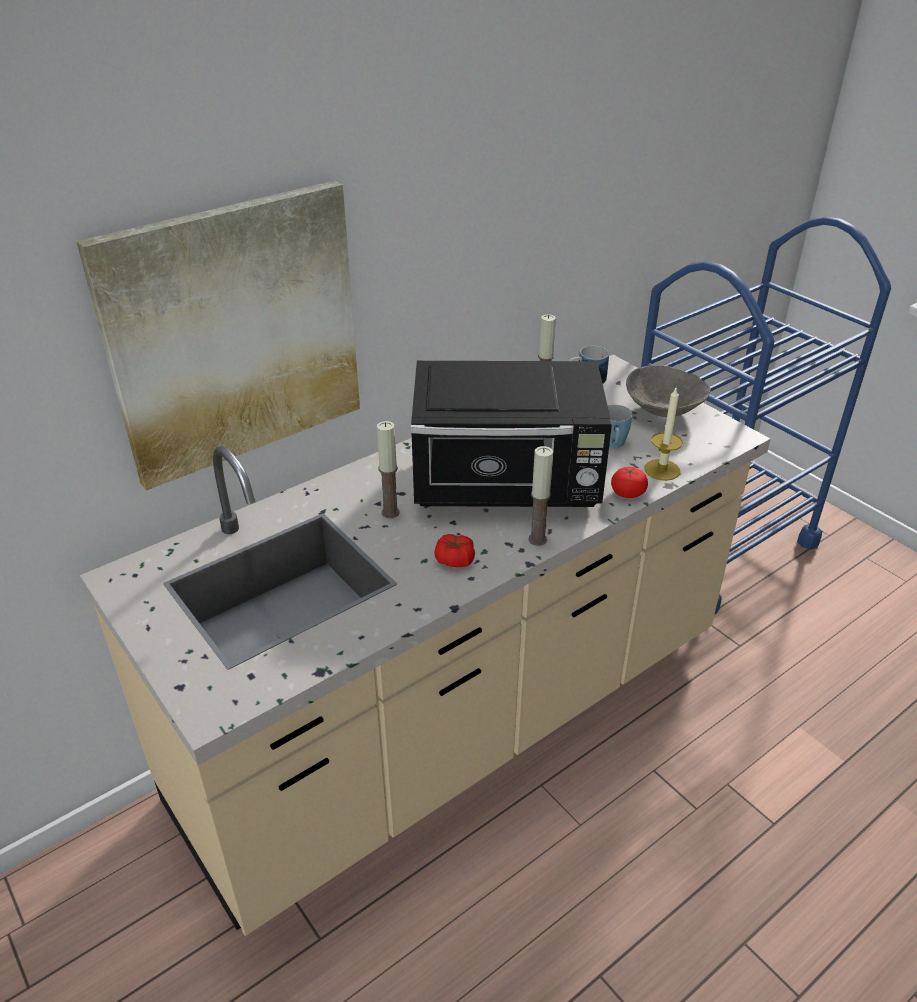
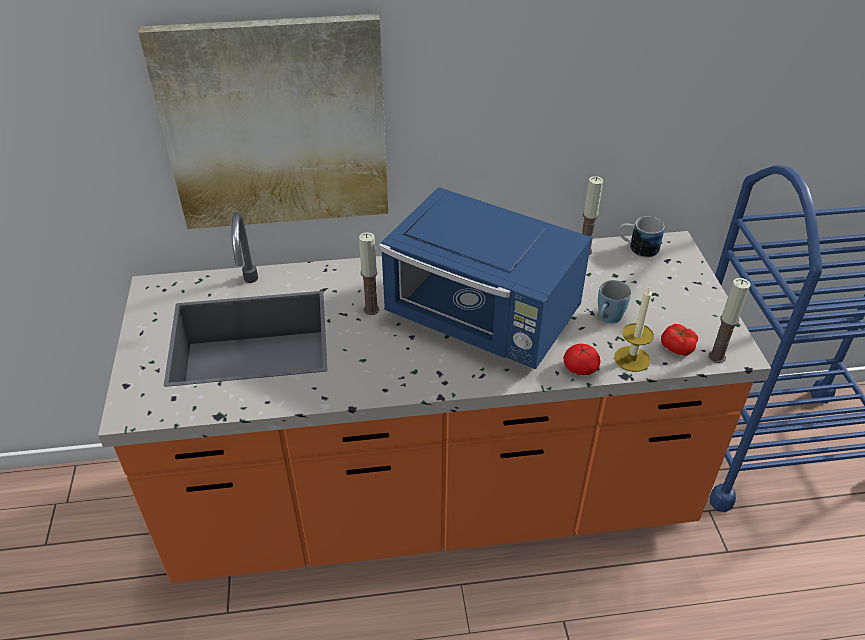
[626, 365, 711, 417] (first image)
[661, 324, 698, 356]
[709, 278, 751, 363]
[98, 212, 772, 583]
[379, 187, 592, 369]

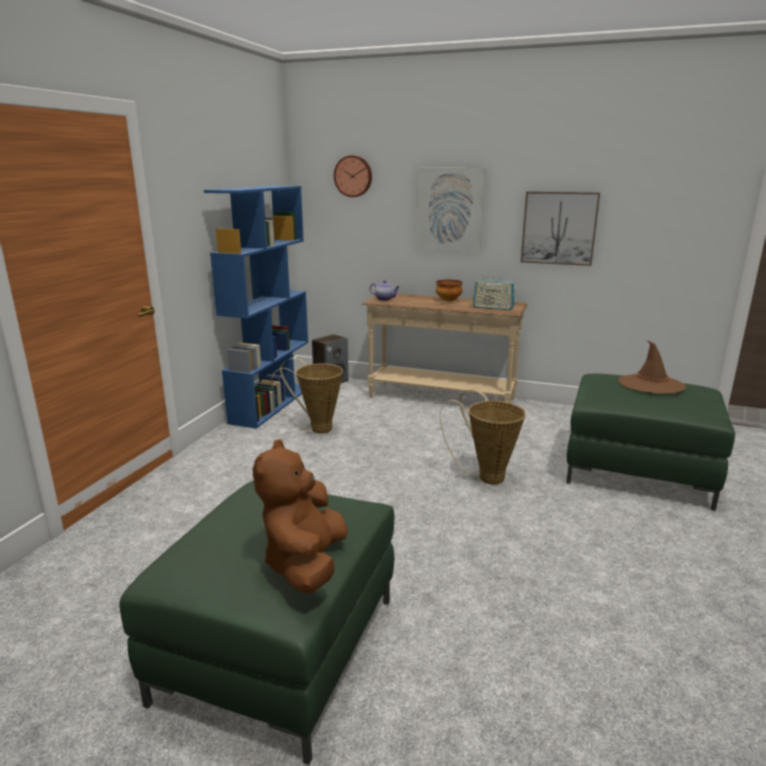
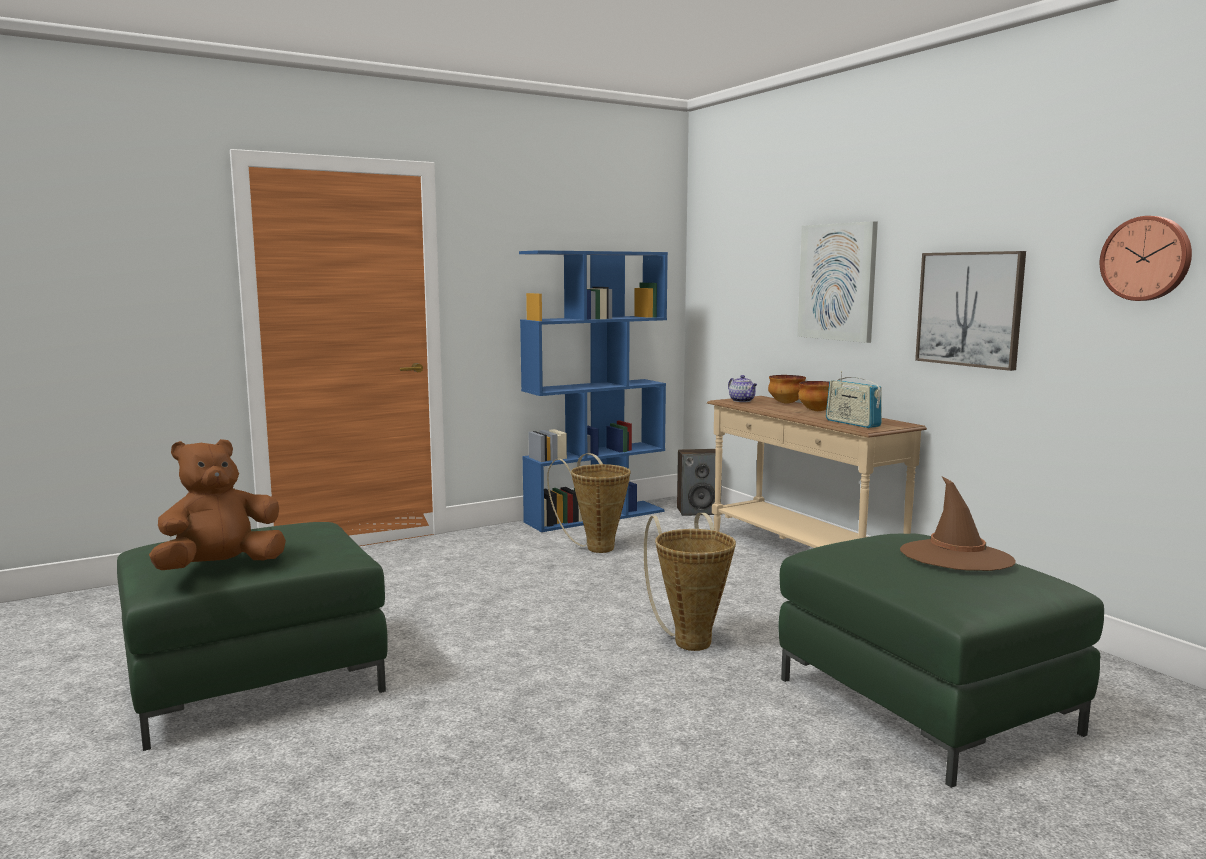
[768, 375, 806, 404]
[1100, 216, 1192, 301]

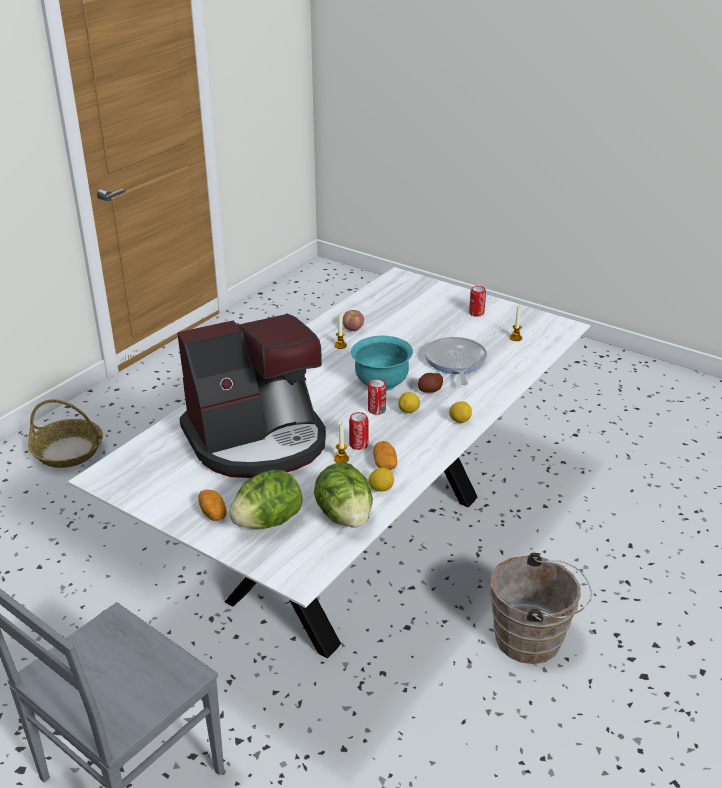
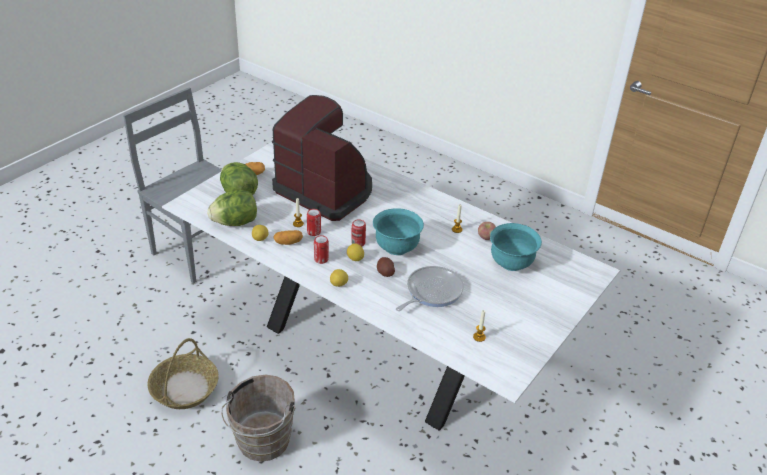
[490, 223, 542, 271]
[147, 338, 219, 409]
[314, 235, 329, 264]
[272, 95, 372, 221]
[396, 266, 464, 311]

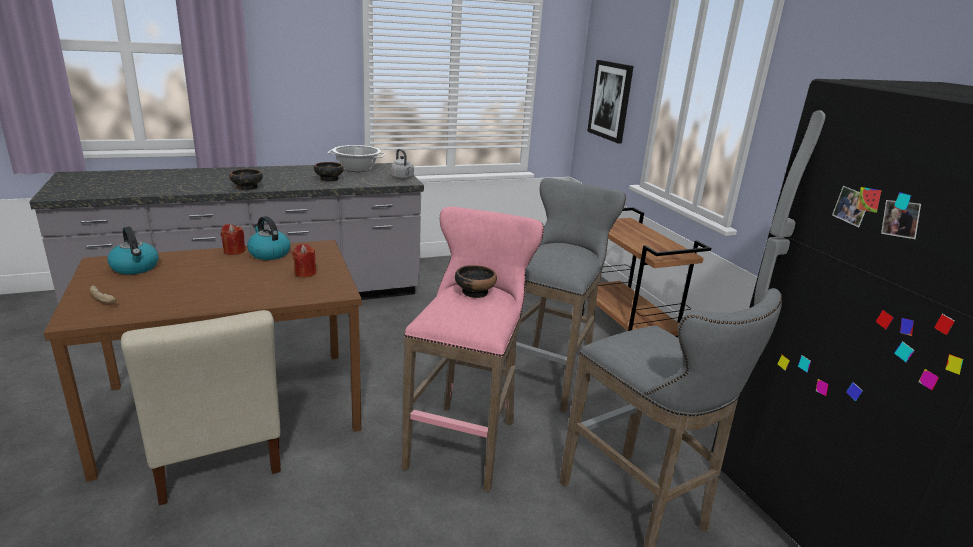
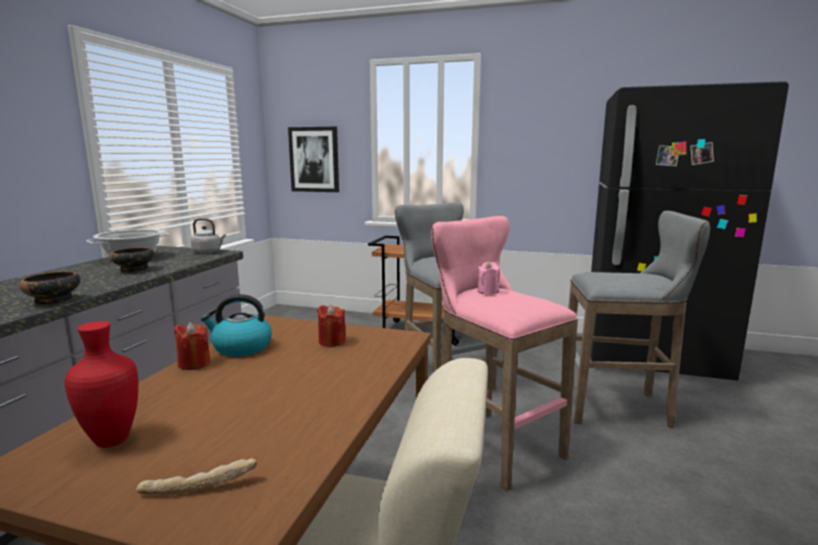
[65, 321, 138, 448]
[478, 261, 500, 295]

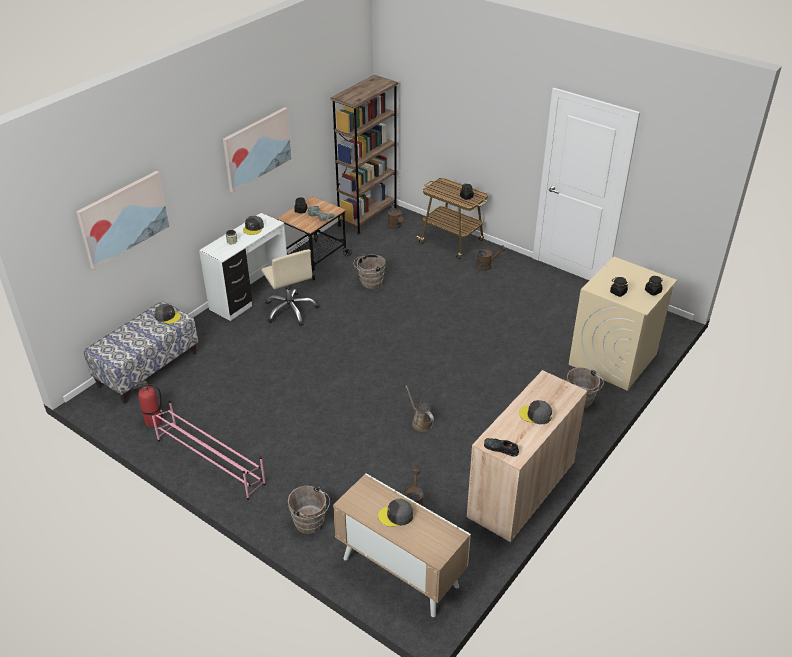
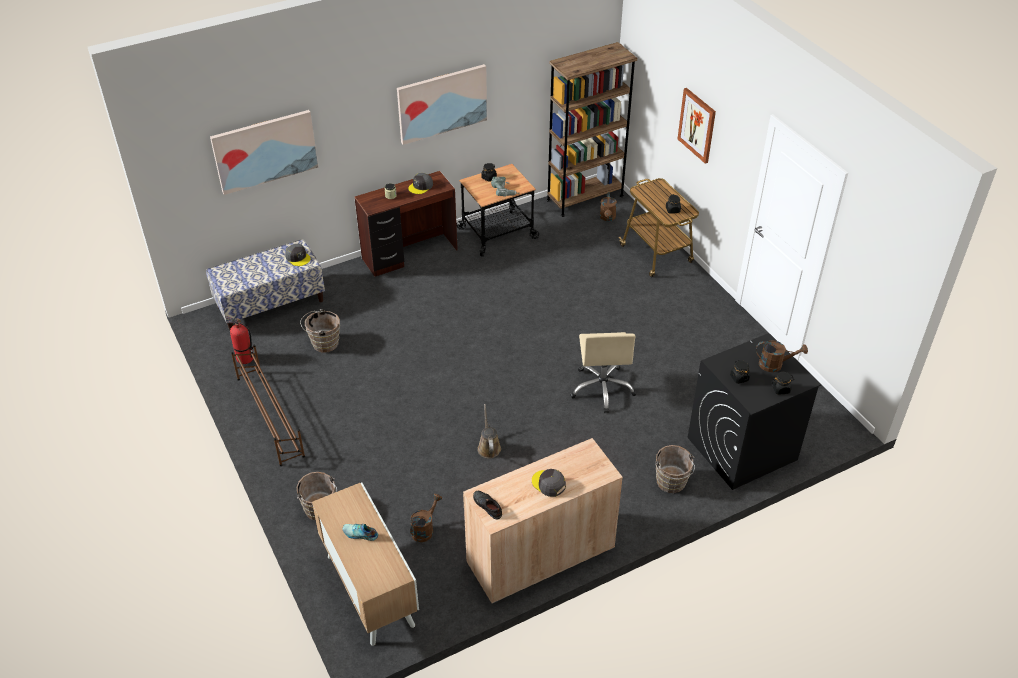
[678, 88, 716, 164]
[570, 332, 637, 413]
[300, 309, 340, 353]
[756, 340, 808, 372]
[342, 524, 378, 541]
[231, 344, 305, 466]
[354, 171, 458, 277]
[688, 333, 822, 490]

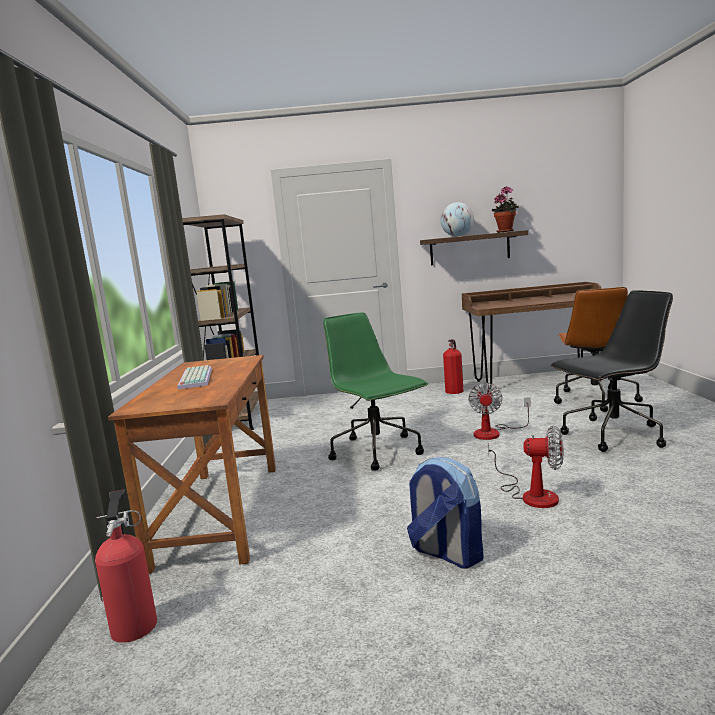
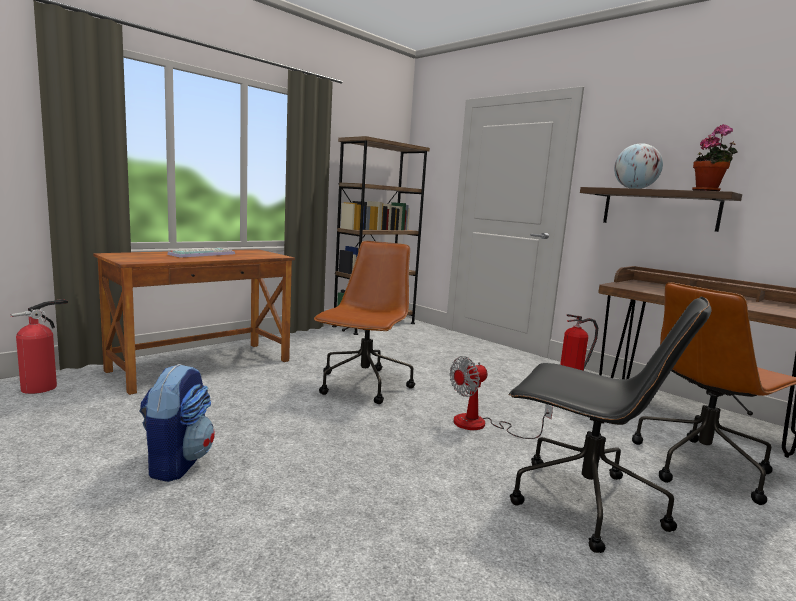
[488, 426, 564, 508] (first image)
[314, 241, 415, 404]

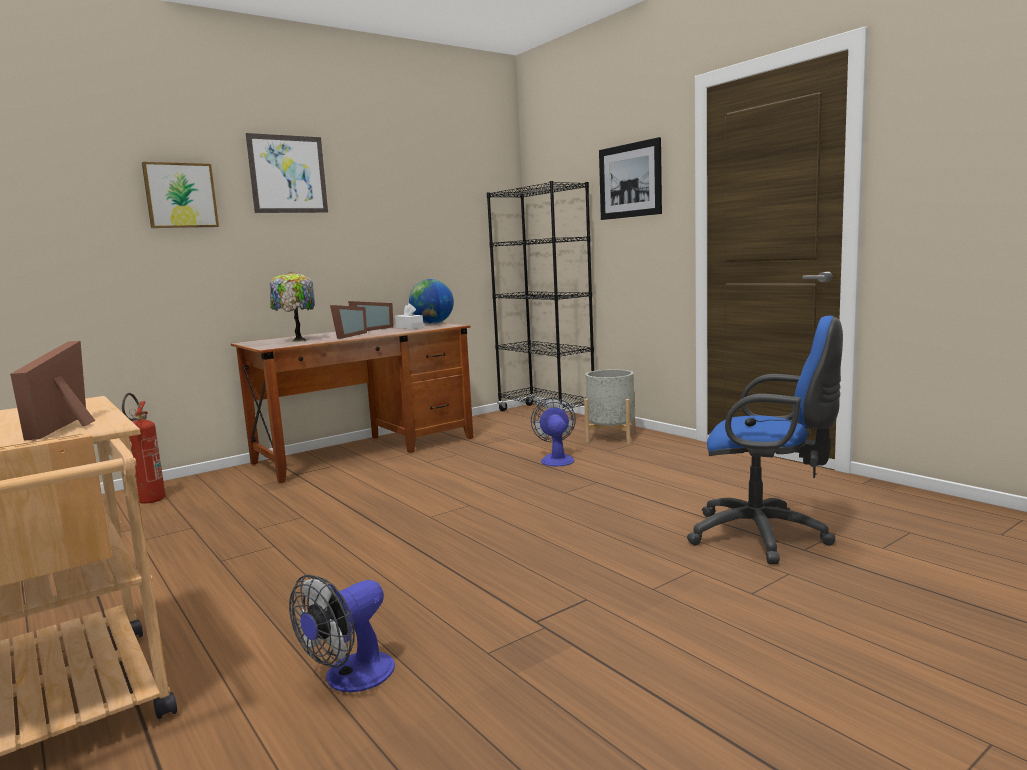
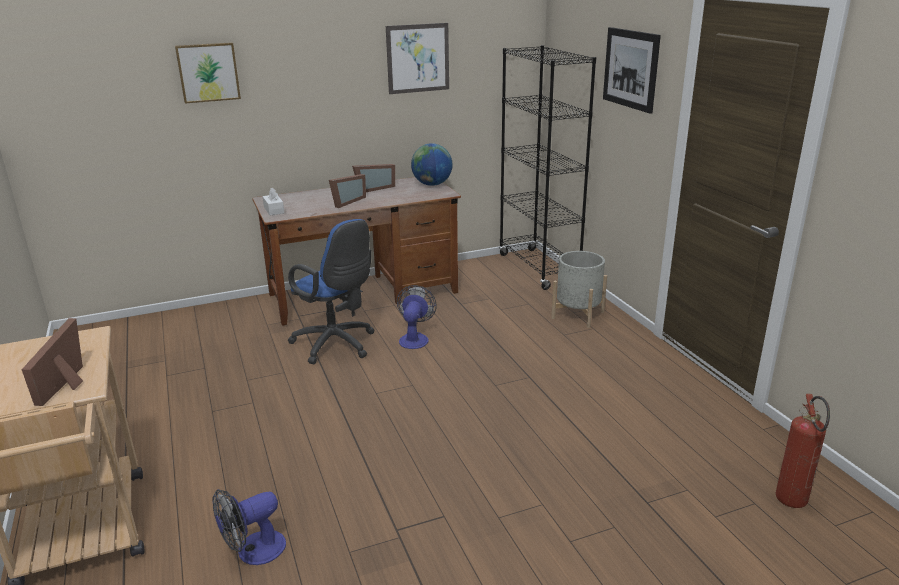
[270, 272, 315, 342] (first image)
[776, 394, 830, 508]
[386, 23, 449, 94]
[263, 187, 284, 216]
[397, 285, 437, 349]
[288, 219, 375, 364]

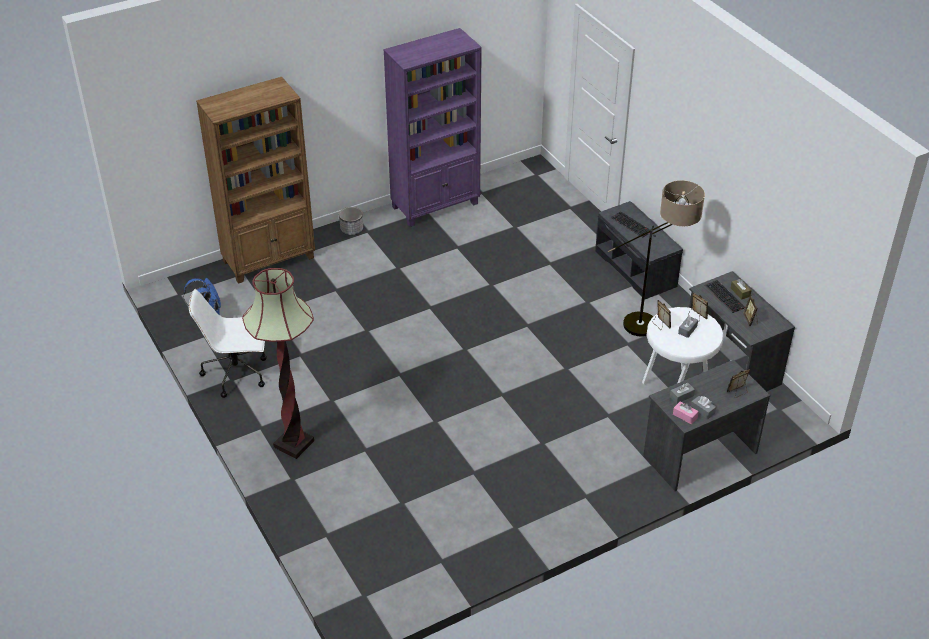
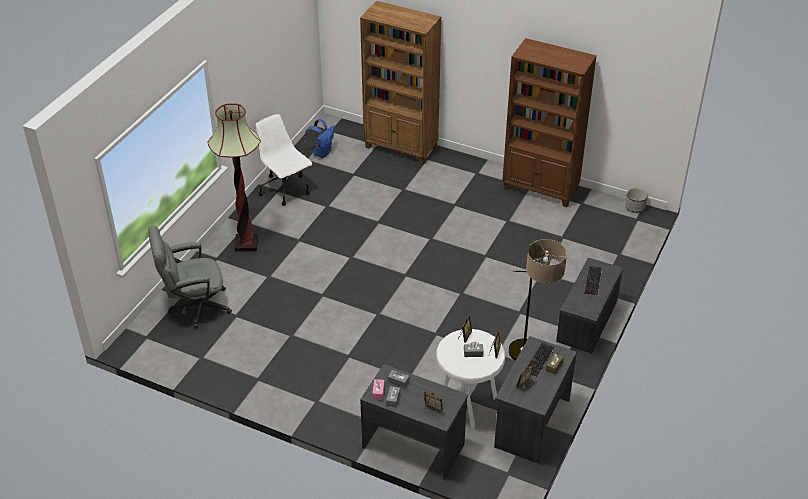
[148, 225, 232, 328]
[625, 188, 648, 213]
[502, 38, 597, 207]

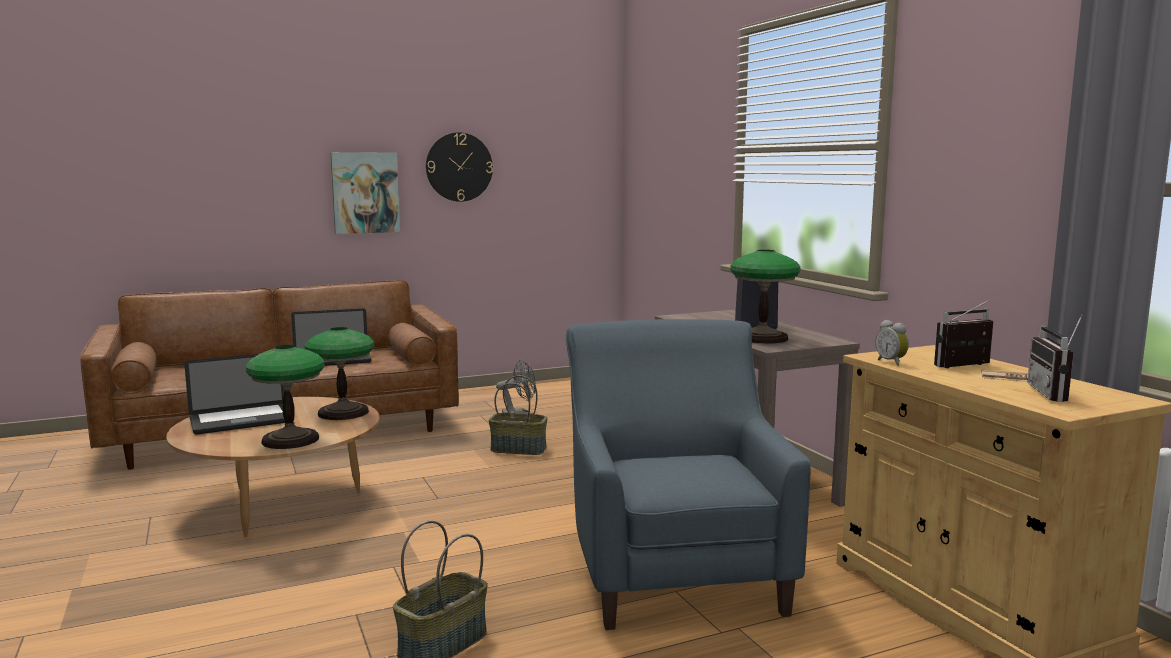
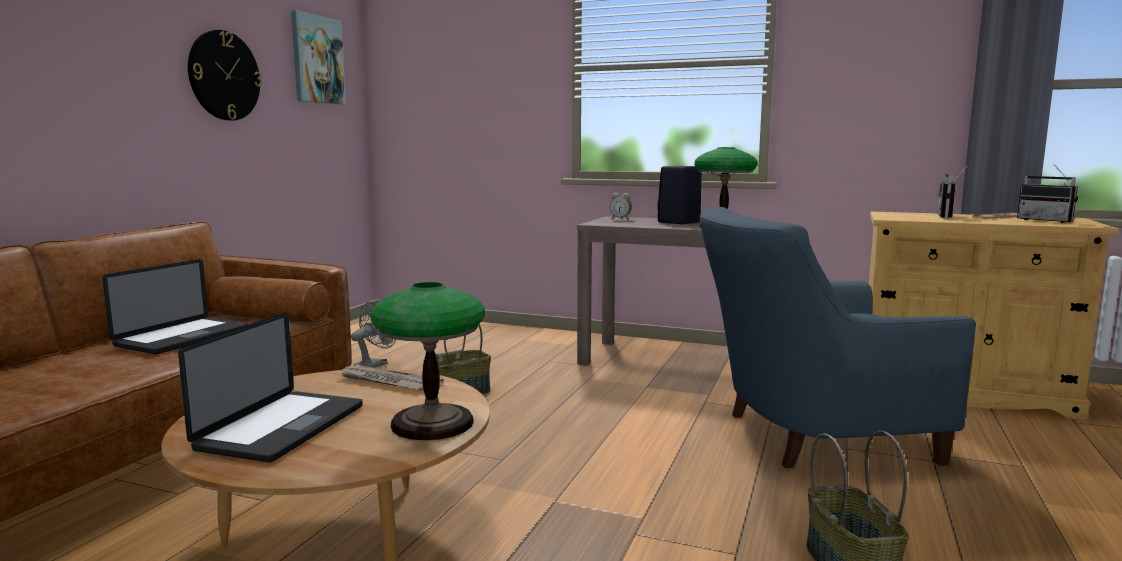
[291, 10, 346, 104]
[610, 193, 632, 220]
[339, 365, 444, 391]
[700, 207, 976, 468]

